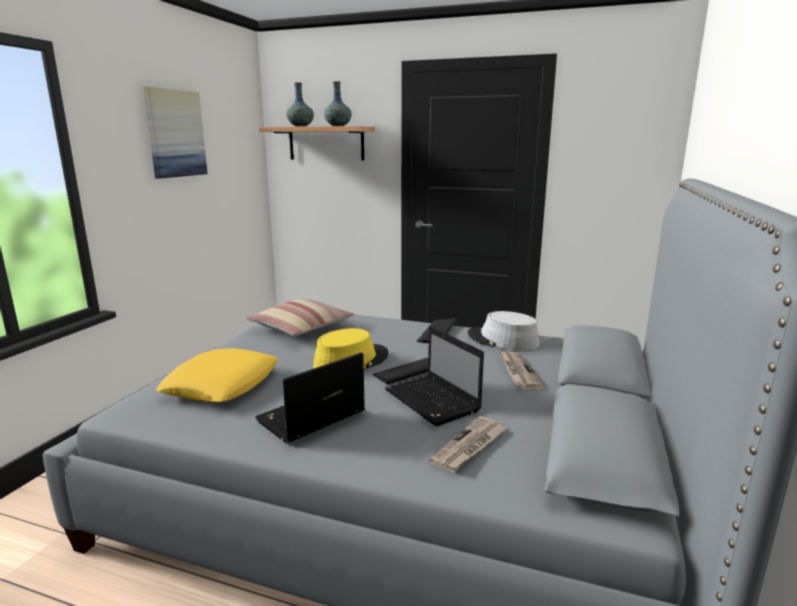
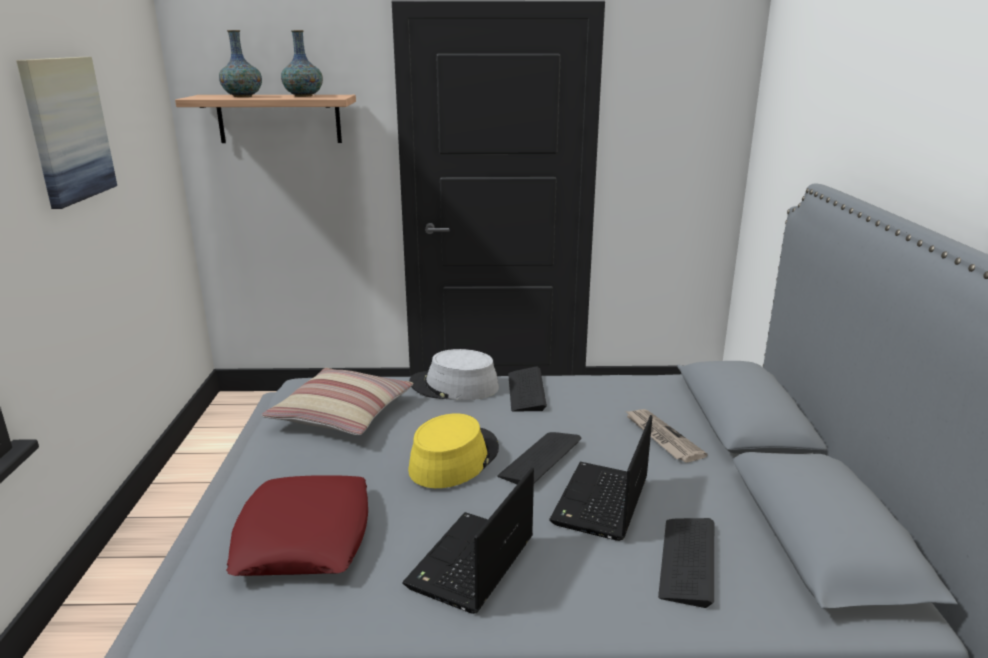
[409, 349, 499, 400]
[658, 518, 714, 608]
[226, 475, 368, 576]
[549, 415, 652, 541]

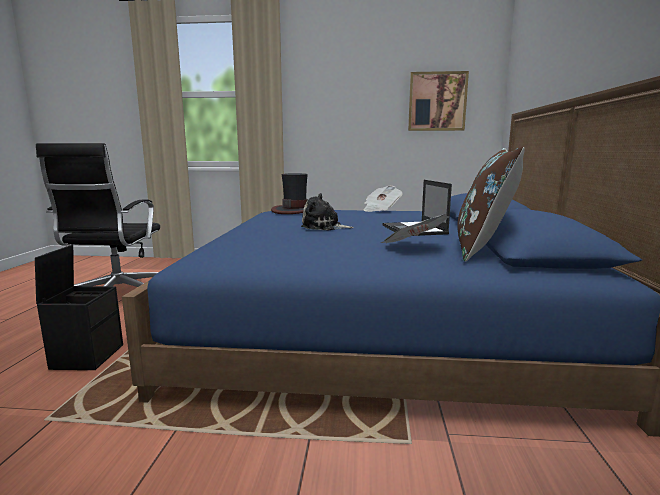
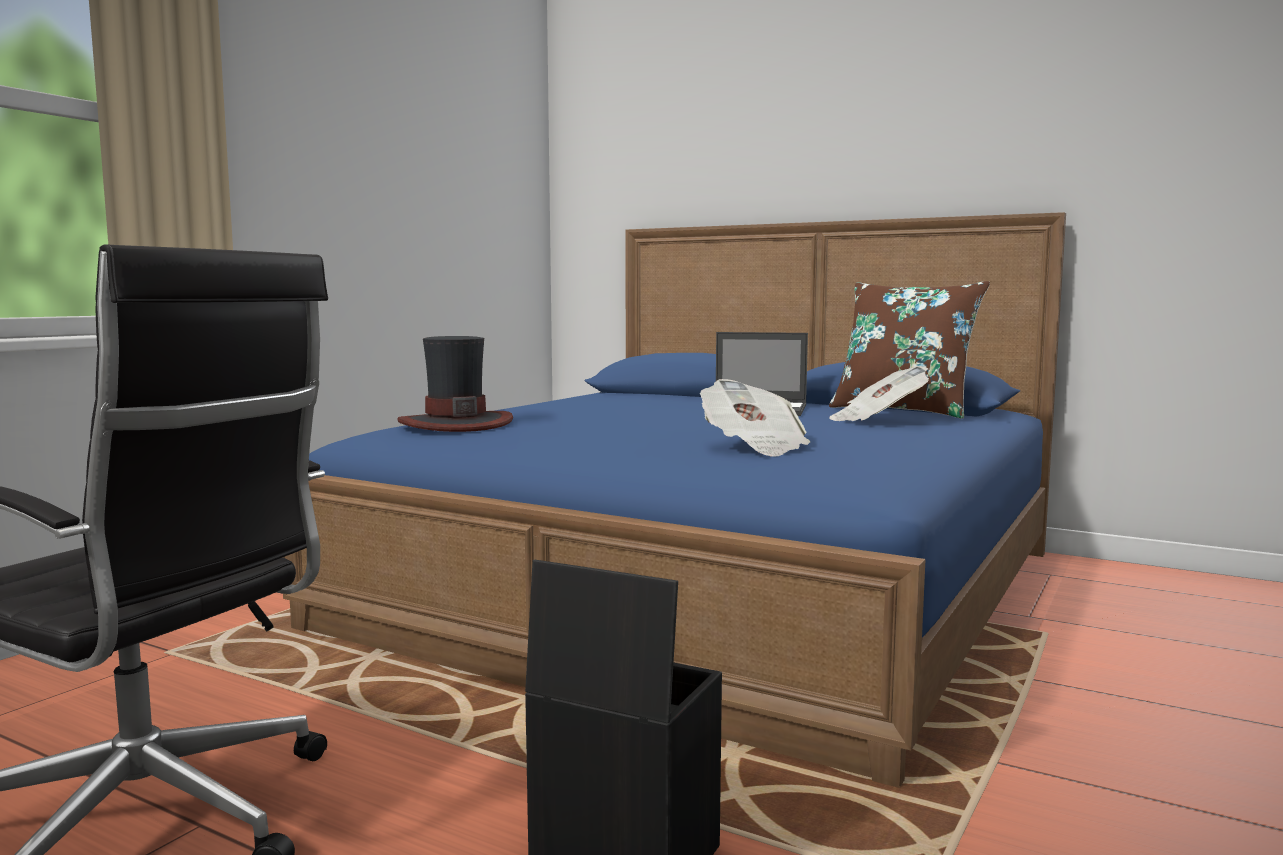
[301, 193, 354, 230] (first image)
[408, 71, 469, 131] (first image)
[700, 379, 810, 457]

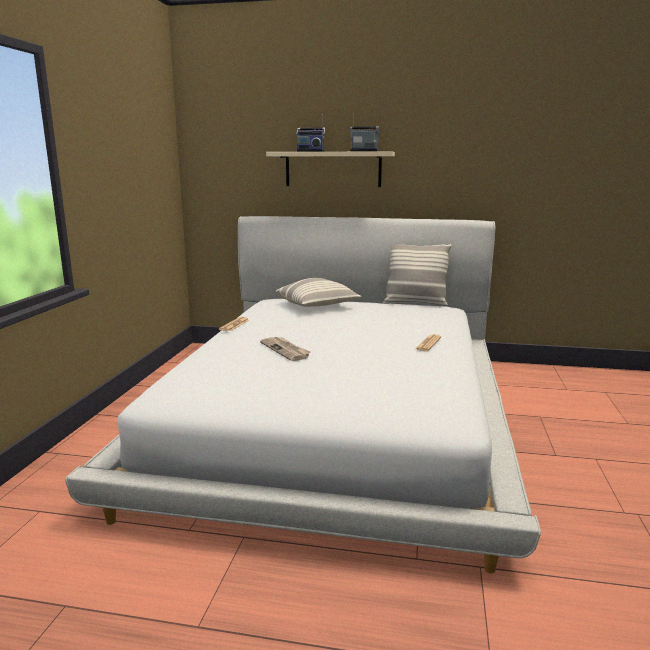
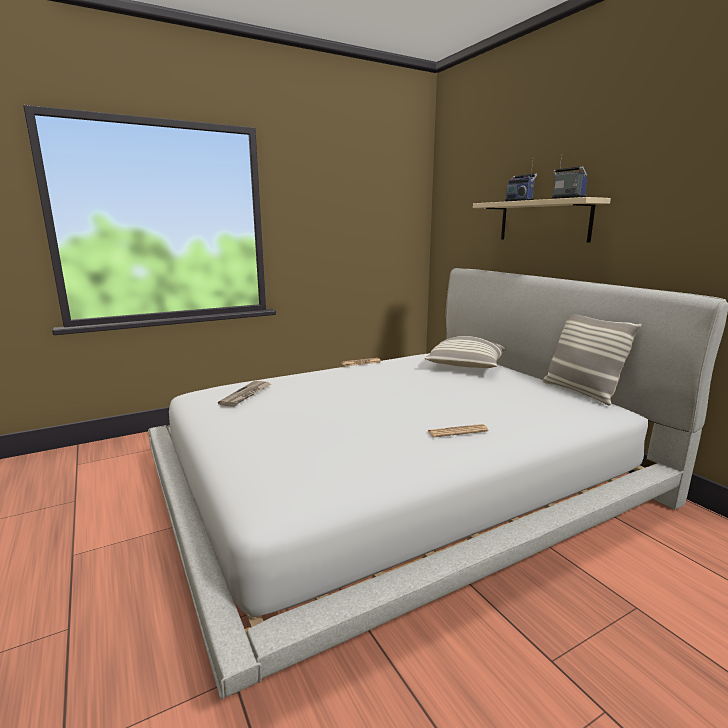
[218, 381, 271, 407]

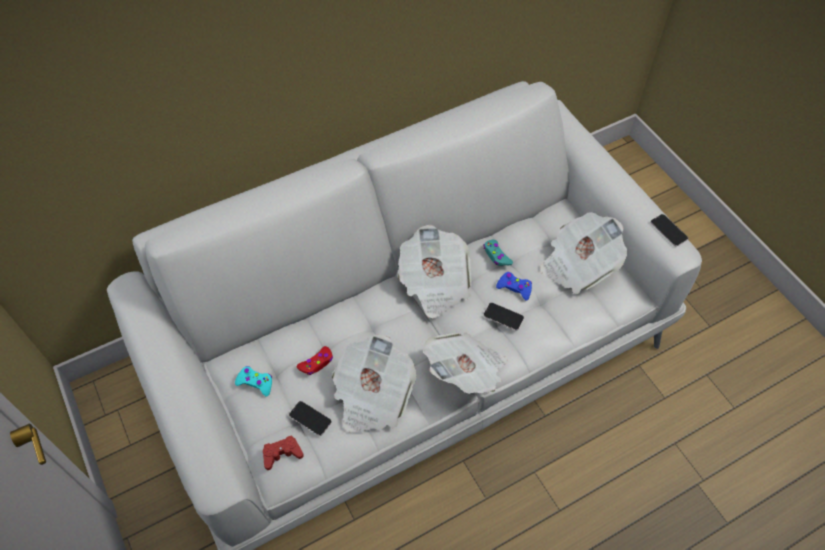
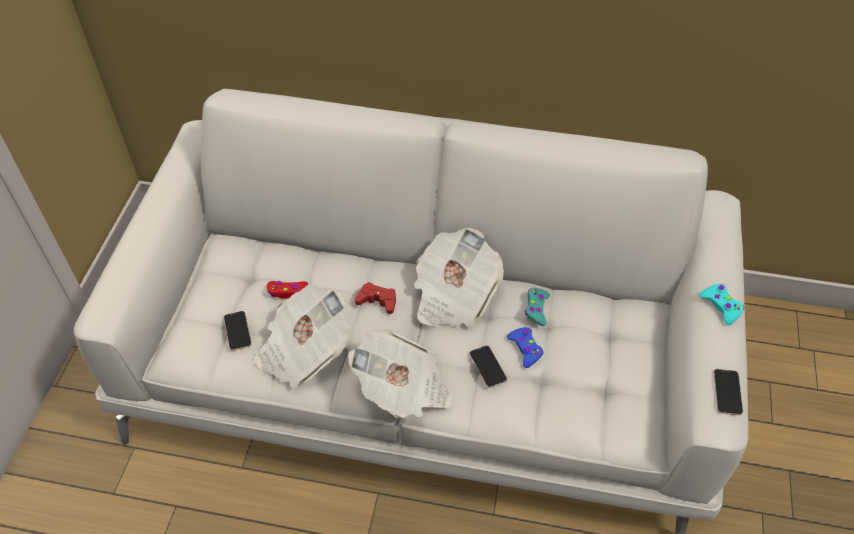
[540, 212, 627, 294] (first image)
[700, 284, 744, 325]
[355, 282, 396, 314]

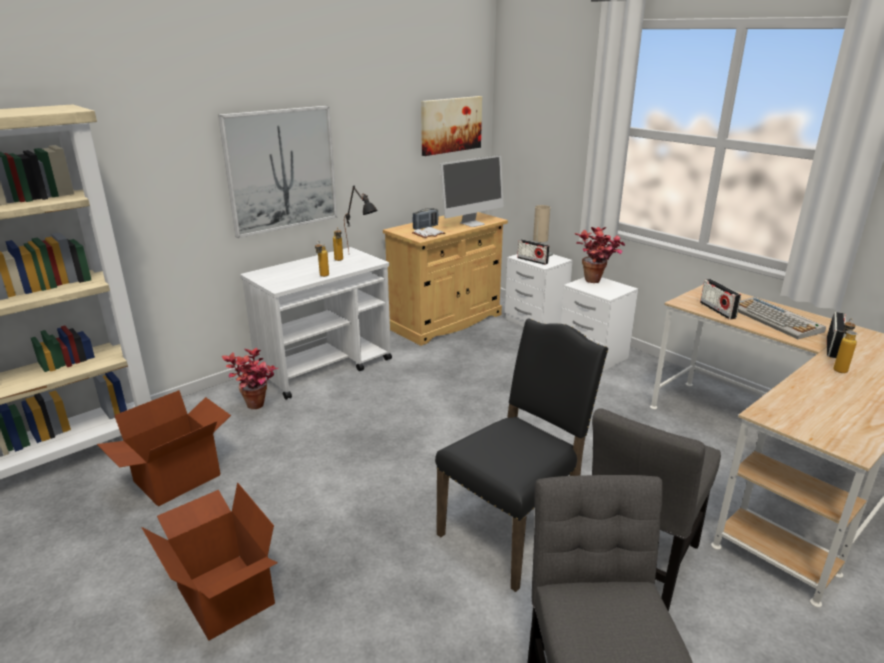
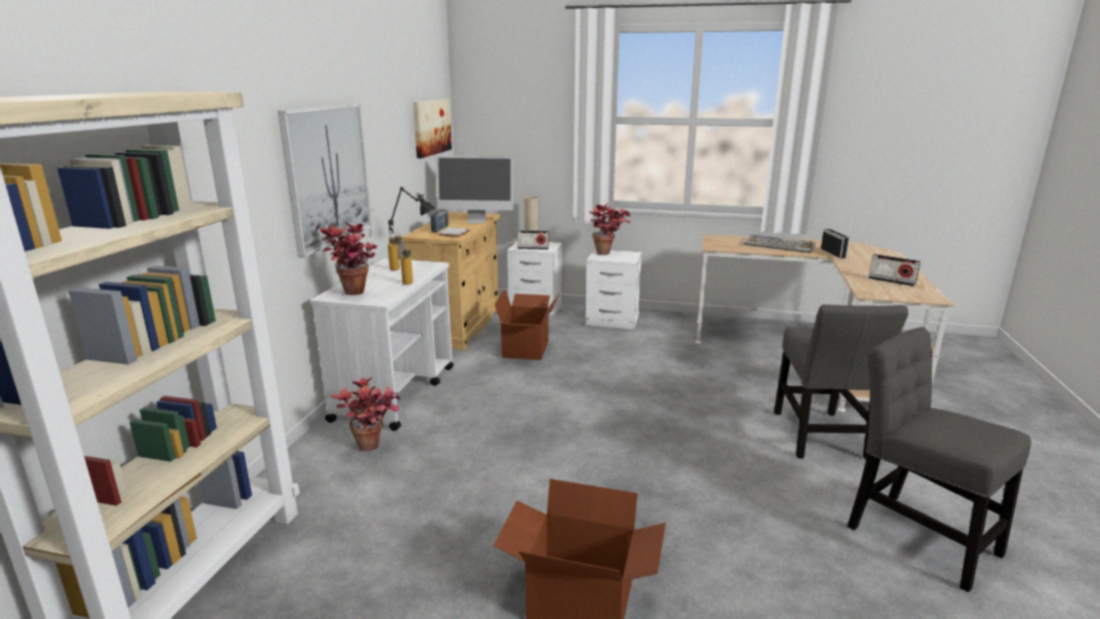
[435, 319, 608, 592] (first image)
[833, 318, 858, 373] (first image)
[319, 222, 377, 295]
[494, 289, 559, 360]
[868, 254, 921, 286]
[436, 156, 513, 223]

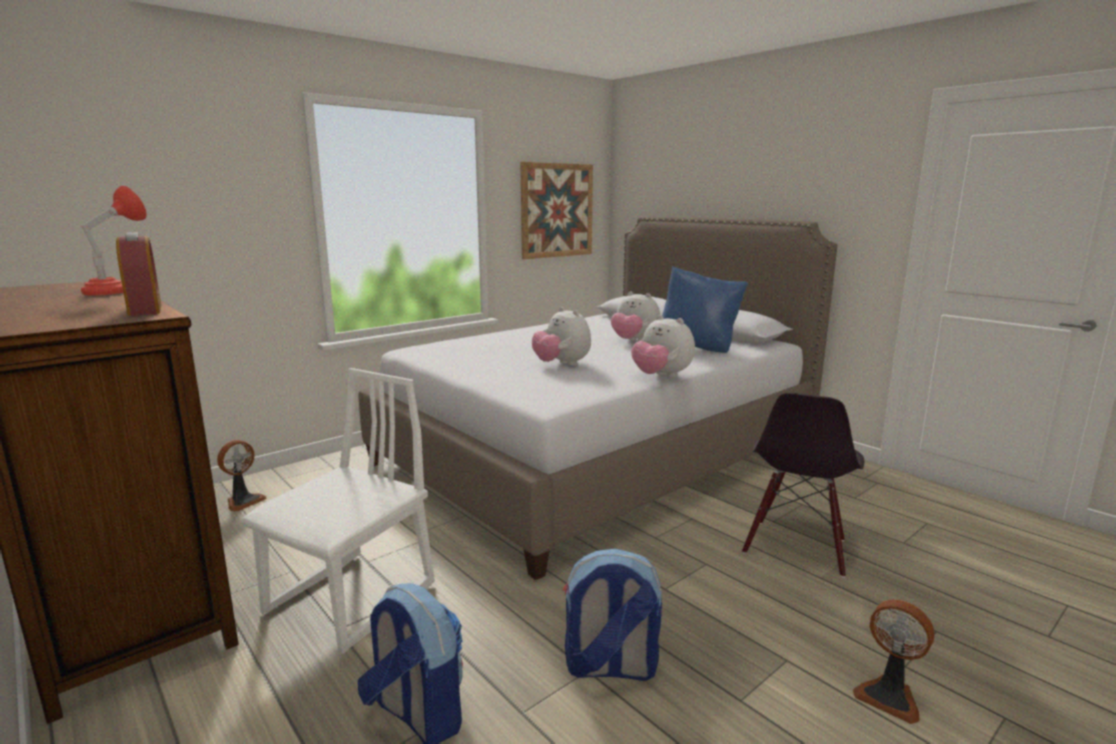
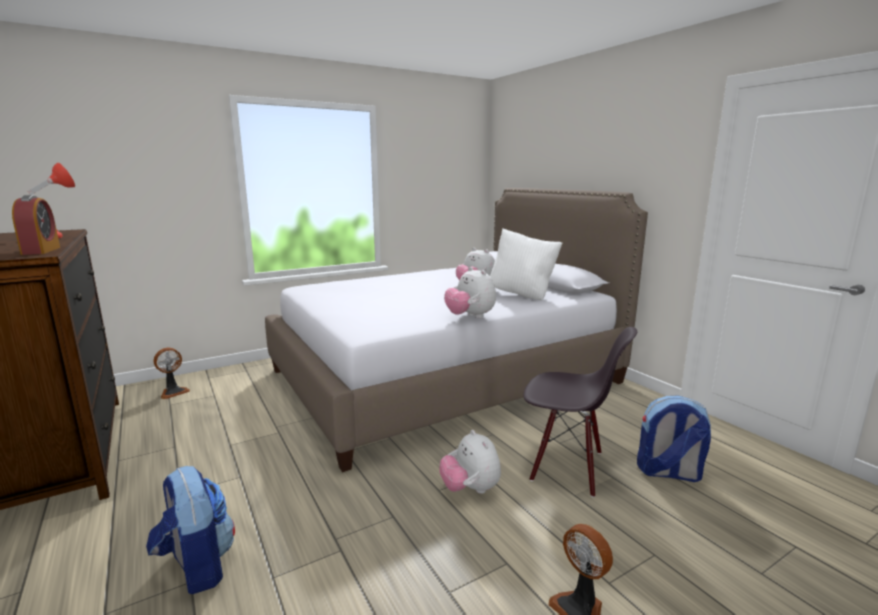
[241, 368, 435, 654] (first image)
[520, 162, 593, 259] (first image)
[439, 430, 501, 494]
[637, 395, 711, 482]
[490, 228, 563, 300]
[523, 327, 637, 498]

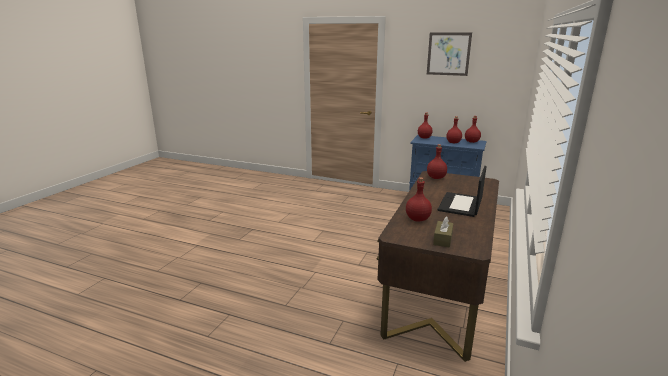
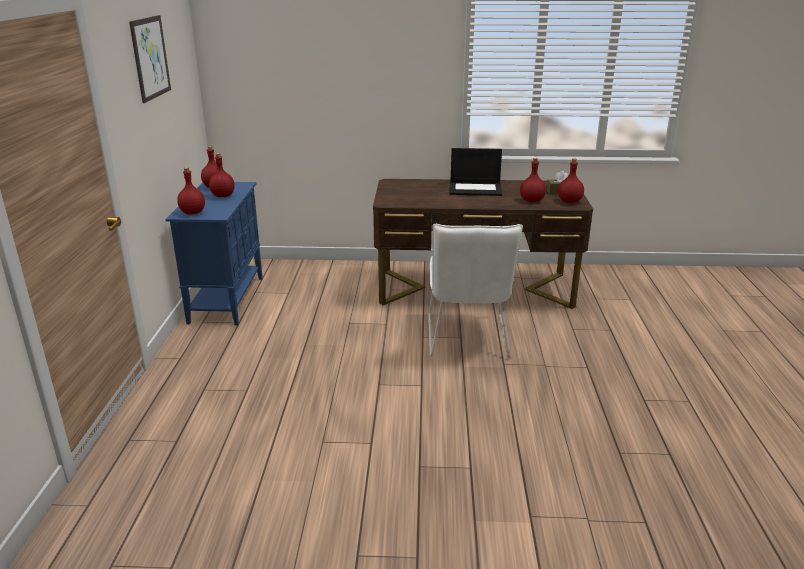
[428, 224, 523, 358]
[558, 159, 584, 203]

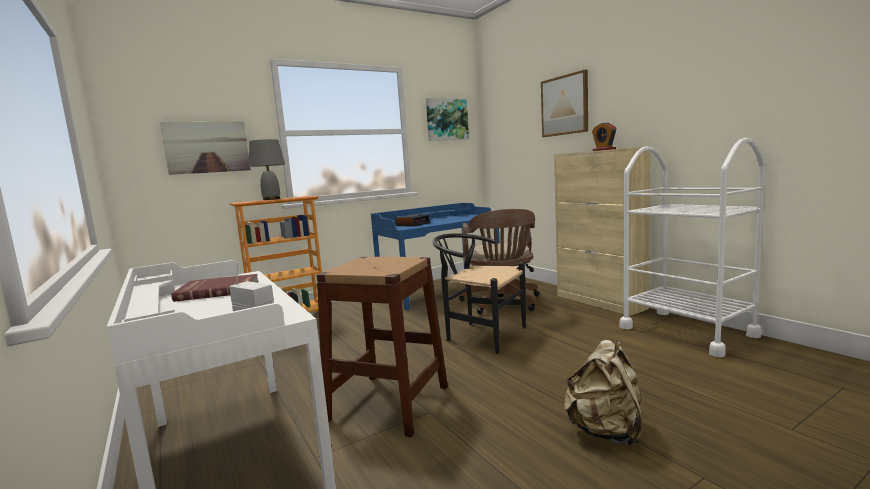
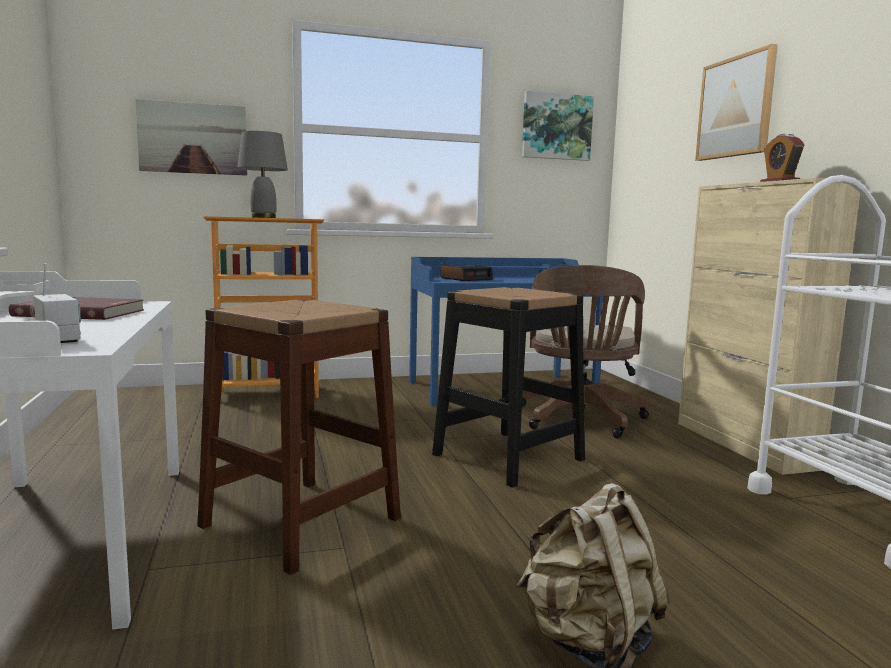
[432, 287, 585, 488]

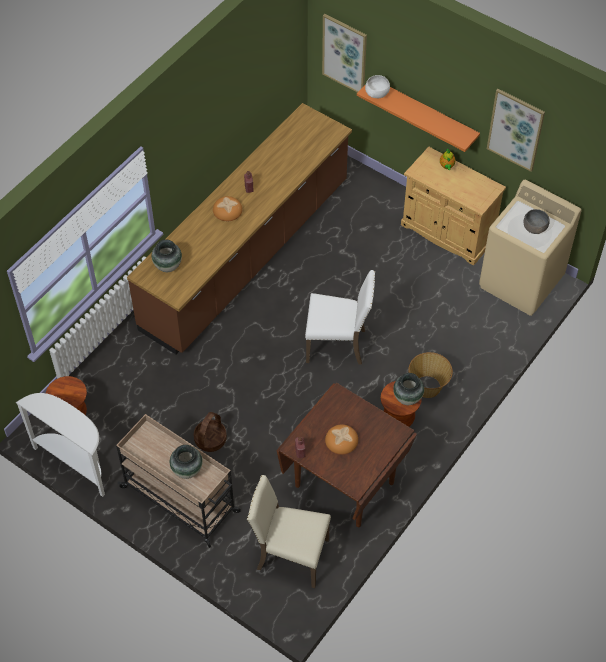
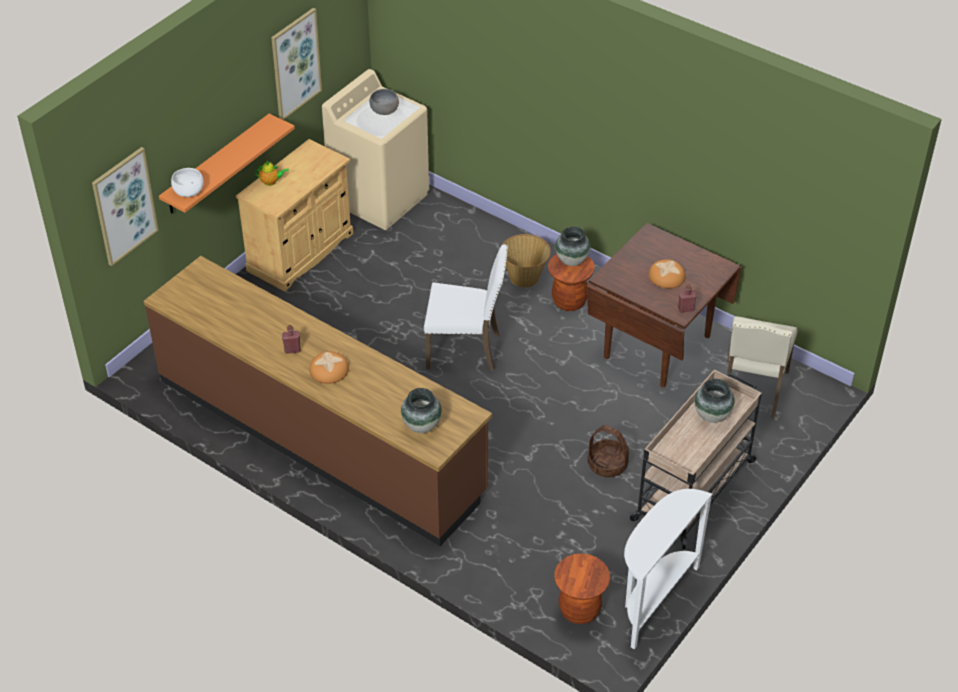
[424, 244, 508, 371]

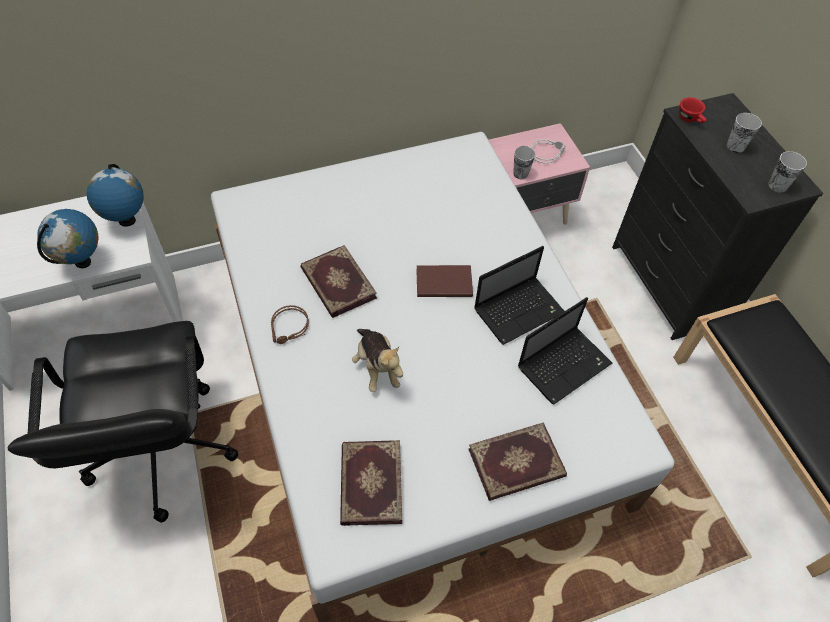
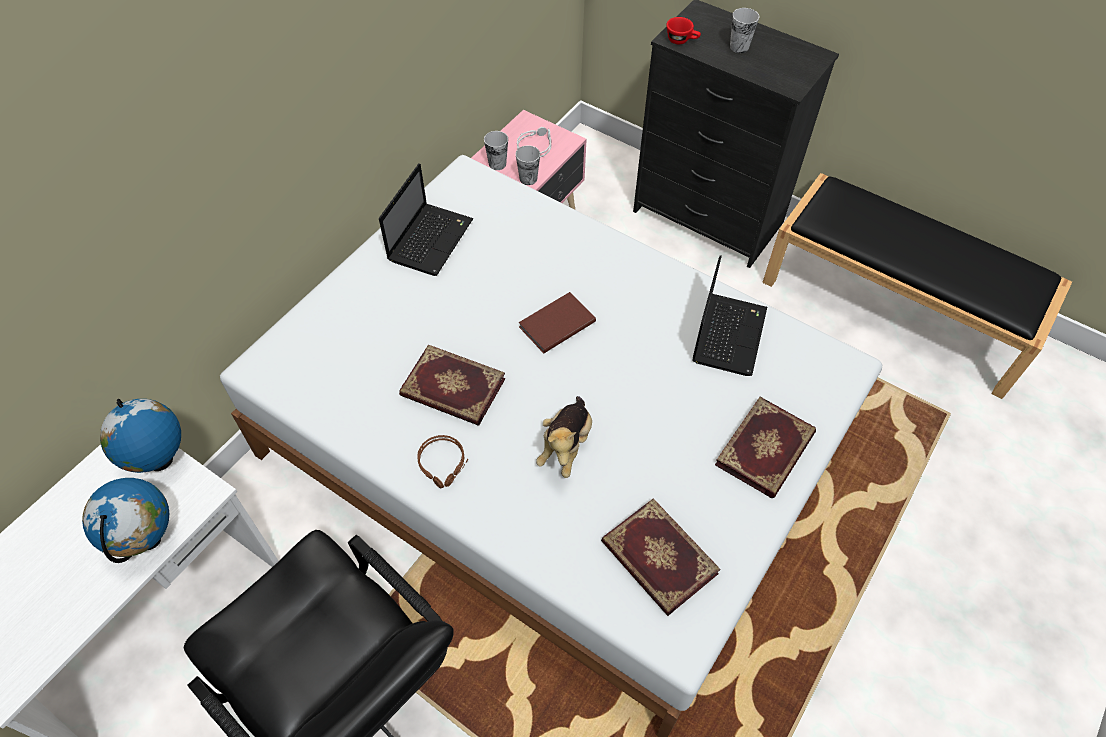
[379, 163, 473, 276]
[484, 131, 508, 170]
[536, 396, 592, 478]

